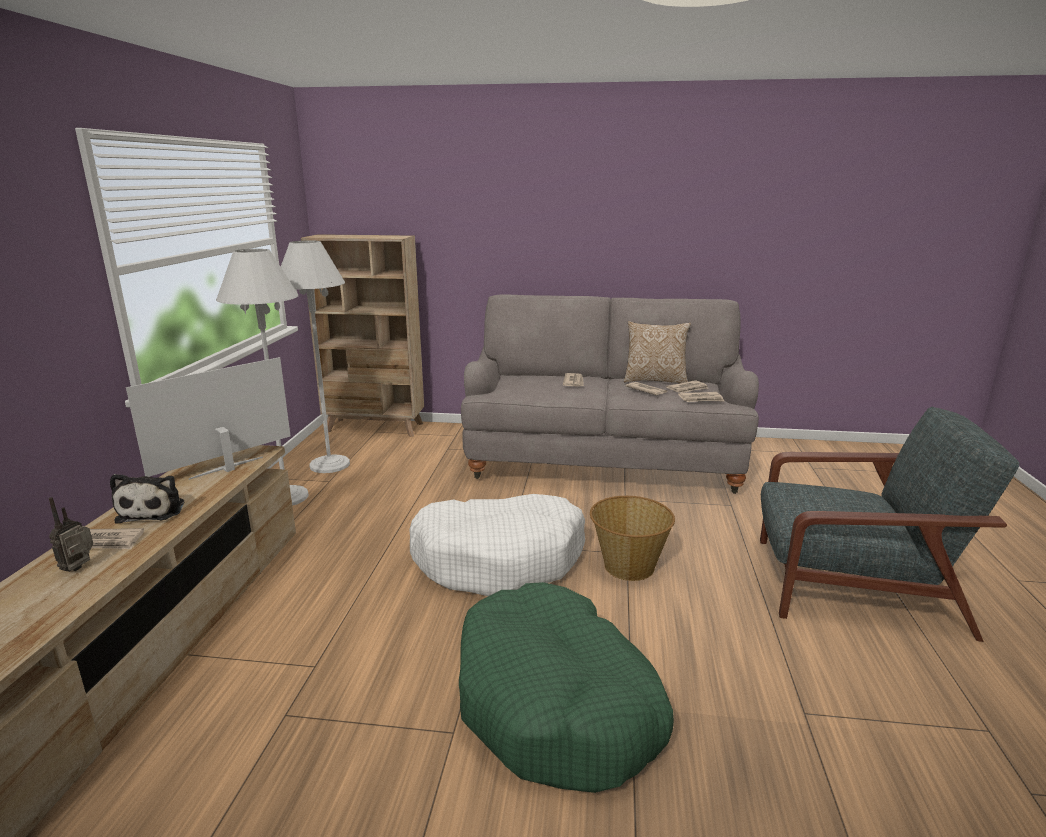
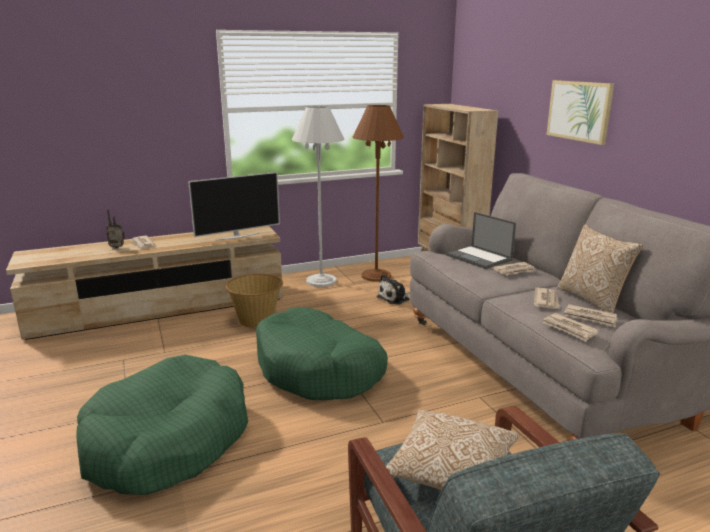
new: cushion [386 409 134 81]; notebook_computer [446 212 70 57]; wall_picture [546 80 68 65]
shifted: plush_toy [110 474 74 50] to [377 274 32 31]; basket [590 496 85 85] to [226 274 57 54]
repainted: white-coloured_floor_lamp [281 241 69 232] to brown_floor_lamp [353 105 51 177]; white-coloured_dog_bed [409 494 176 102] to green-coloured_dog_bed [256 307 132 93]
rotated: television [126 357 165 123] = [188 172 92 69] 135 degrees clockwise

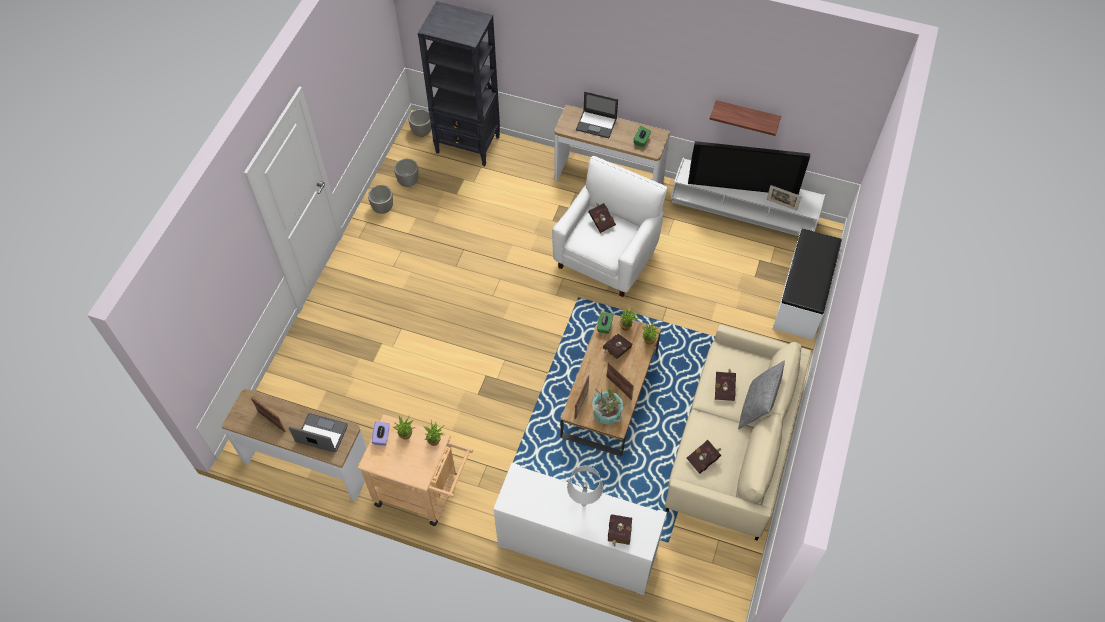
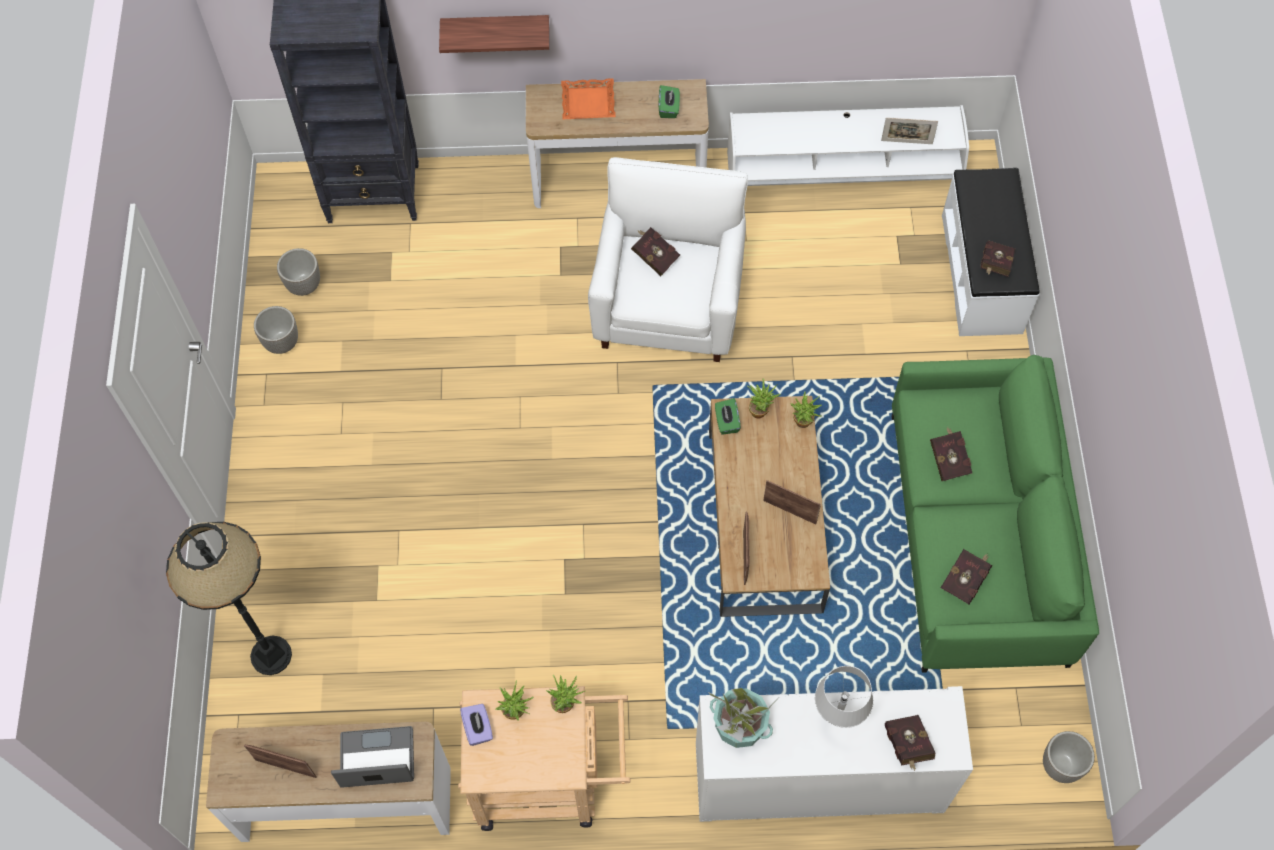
gone: television [688 141 122 54]; grey_cushion [738 361 47 68]
new: blackish_floor_lamp [166 522 126 153]
shifted: planter [408 109 23 28] to [1043 731 52 52]; potted_plant [591 388 37 37] to [708 688 68 60]; red-coloured_bound_book [603 334 30 25] to [981 240 34 37]; shelf [710 100 71 36] to [439 15 110 38]
swapped: notebook_computer [576 91 42 47] to orange_carrying_tray [561 78 55 41]
repainted: beige-coloured_sofa [665 325 146 216] to green-coloured_sofa [892 355 207 318]

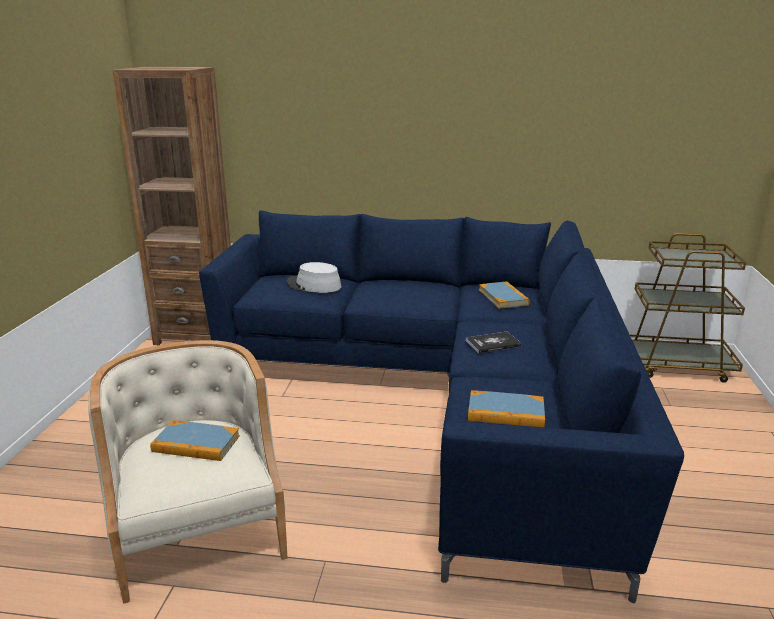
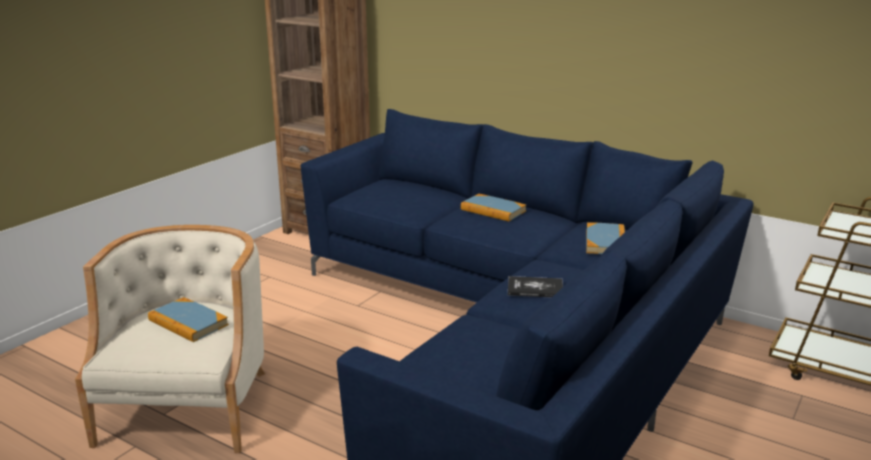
gone: grey_wearable_hat [287 262 55 31]
shifted: bound_book [468 390 77 37] to [461 194 65 27]

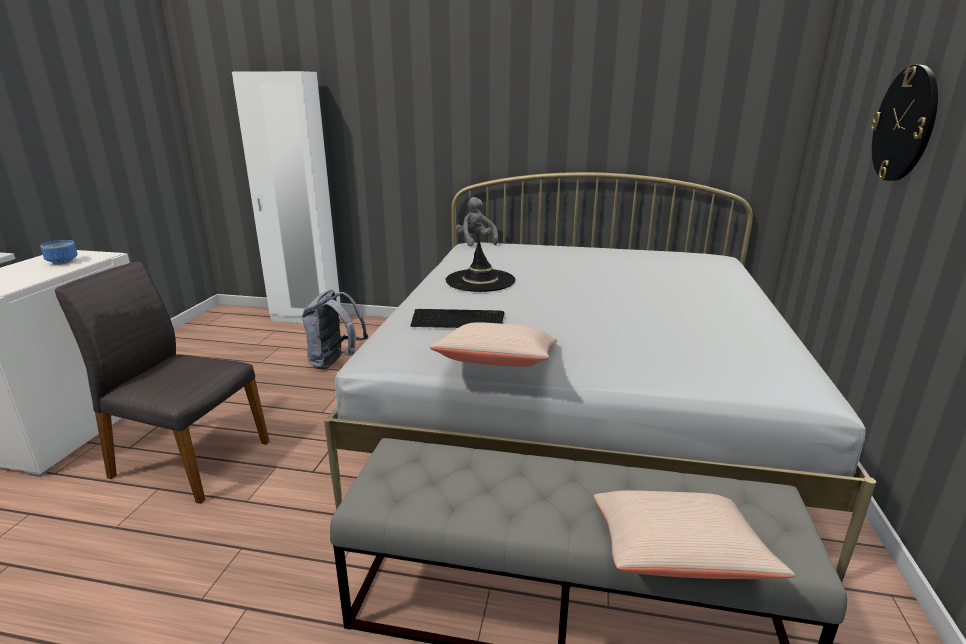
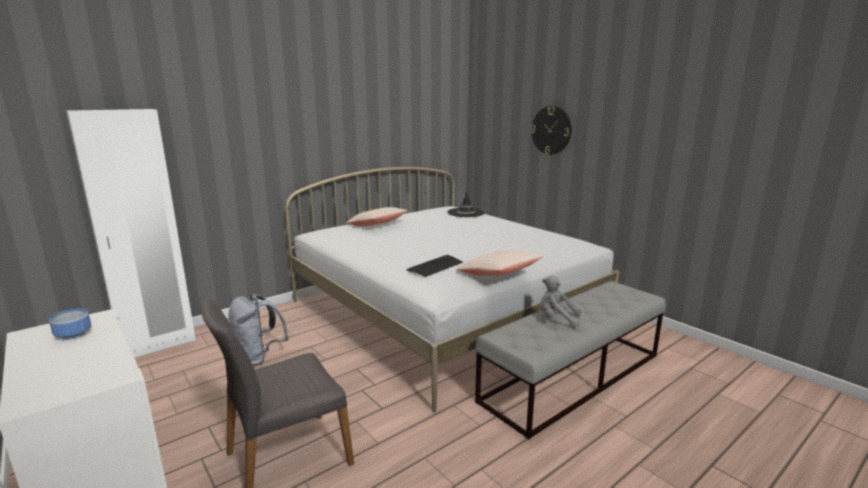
shifted: blackish_wearable_hat [446 240 69 52] to [448 191 37 26]; grey_plush_toy [455 197 43 49] to [540 275 41 52]; beige-coloured_cushion [593 490 202 89] to [346 207 62 19]

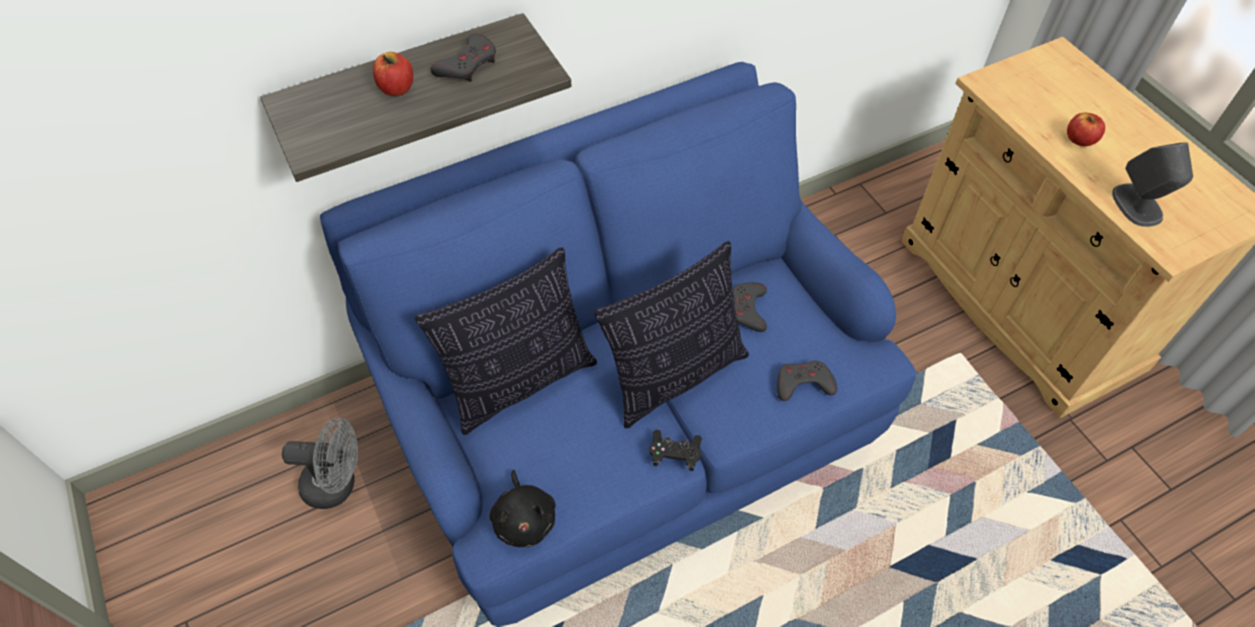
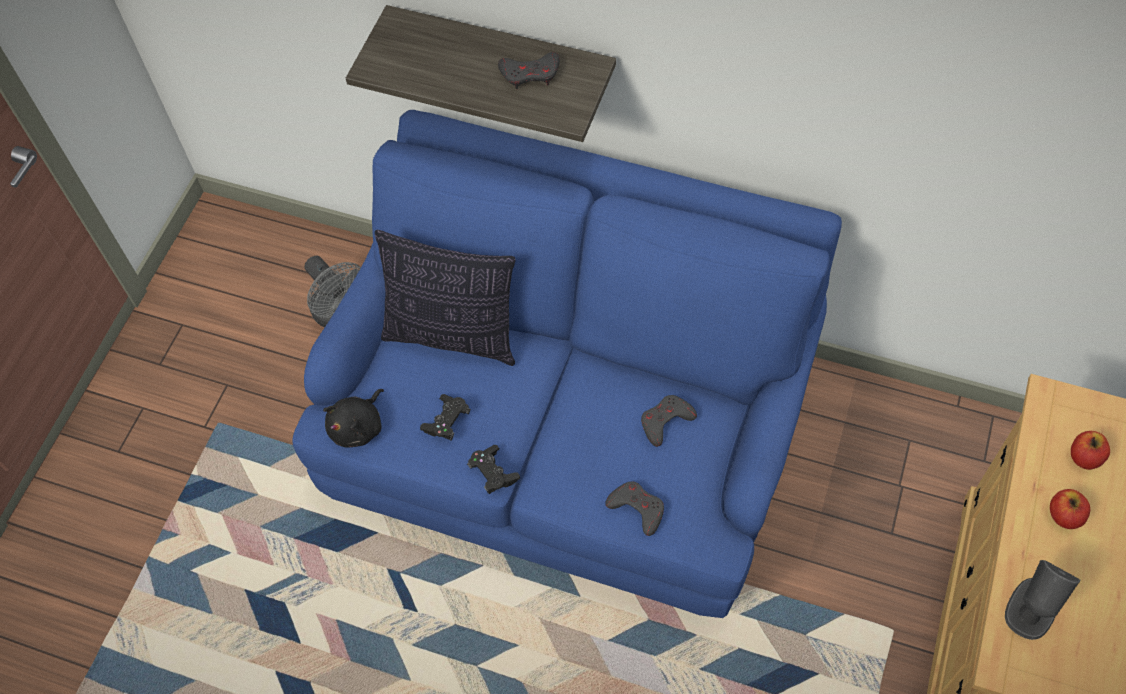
gone: cushion [594 241 155 188]
new: blackish_joypad [420 394 51 47]
shifted: apple_fruit [373 52 40 44] to [1071 431 39 39]

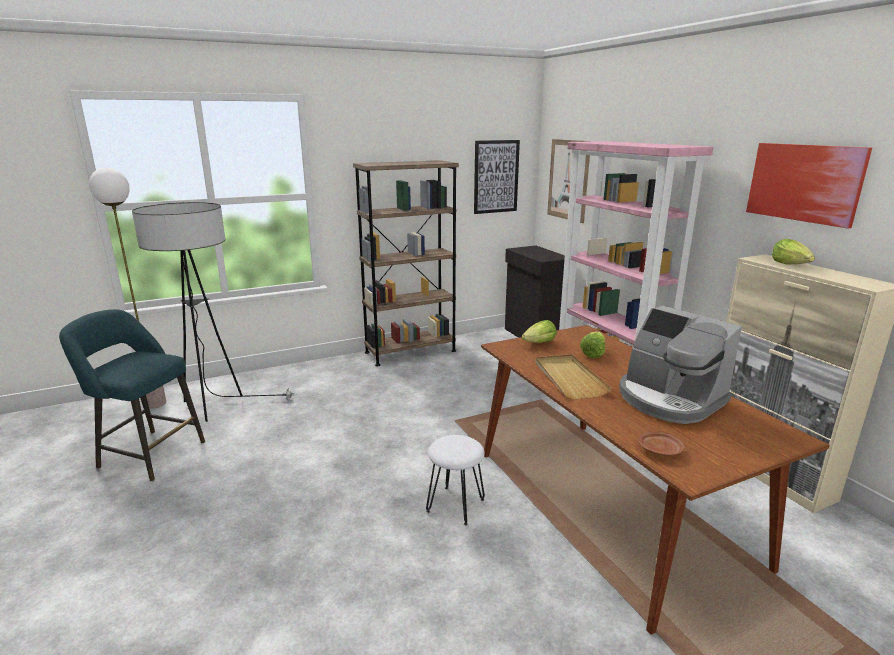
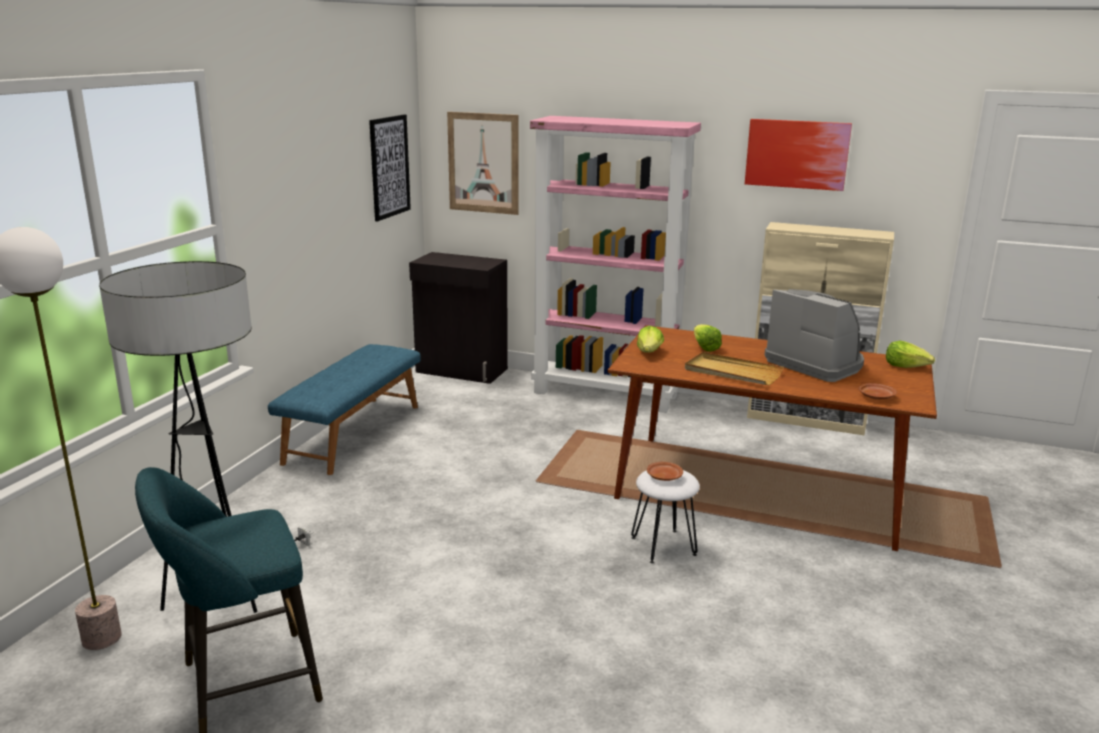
new: brown_plate [647 462 36 19]
shifted: lettuce_head [772 239 43 25] to [886 341 49 27]
swapped: brown_bookcase [353 160 106 206] to blue-coloured_long_seat [268 344 153 131]
rotated: coffee_machine [619 306 123 118] = [765 289 99 93] 135 degrees counterclockwise

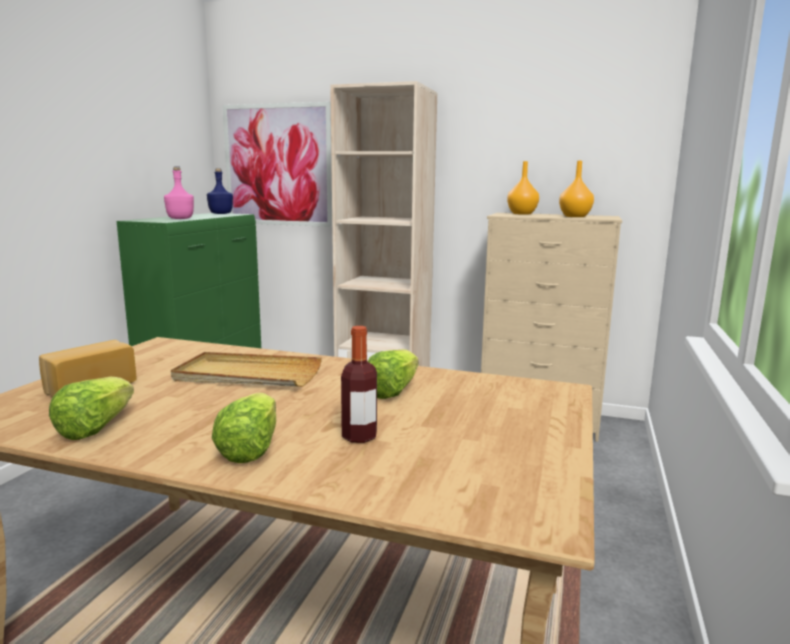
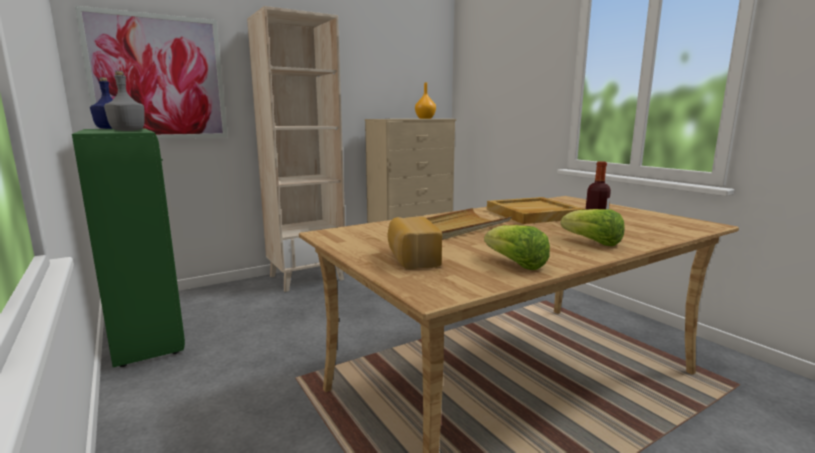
gone: orange_decorative_vase [507 161 32 54]
swapped: lettuce_head [367 349 52 50] to beige-coloured_carrying_tray [487 197 98 27]
repainted: pinkish_drink_bottle [164 166 30 53] to grey_drink_bottle [104 71 41 60]

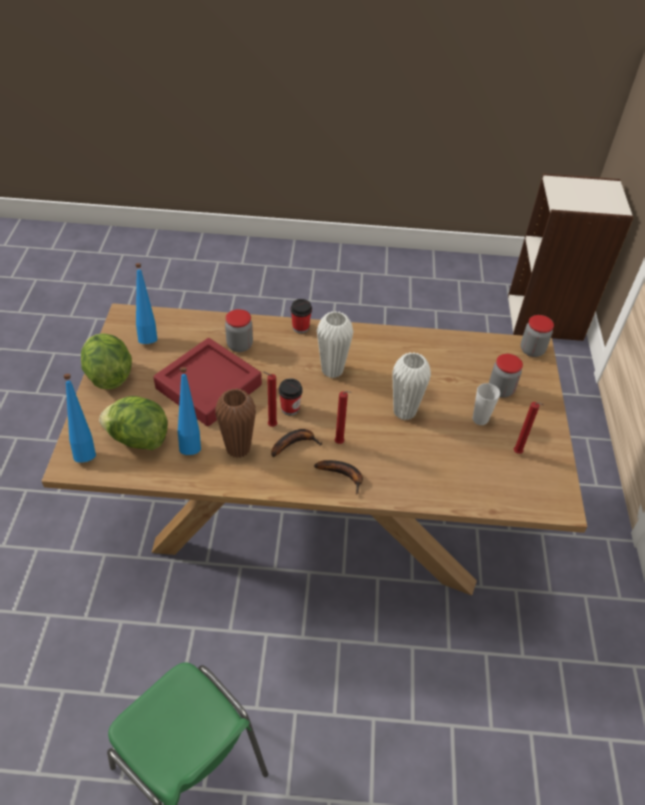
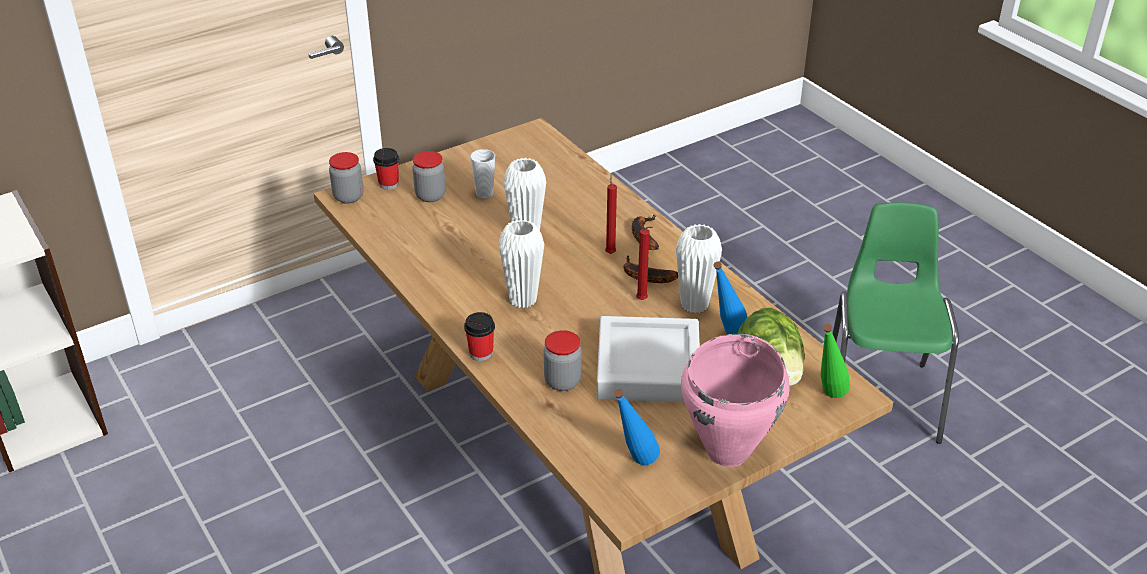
gone: red-coloured_candle [513 402 31 52]
shifted: cup [278 378 25 38] to [373 148 26 42]
swapped: lettuce_head [81 333 51 57] to pinkish_cooking_pot [681 334 109 133]
repainted: blue-coloured_drink_bottle [63 374 33 89] to green-coloured_drink_bottle [821 324 29 74]; red-coloured_carrying_tray [153 338 109 88] to grey_carrying_tray [597 316 103 86]; brown_decorative_vase [215 388 41 70] to white-coloured_decorative_vase [676 224 46 89]

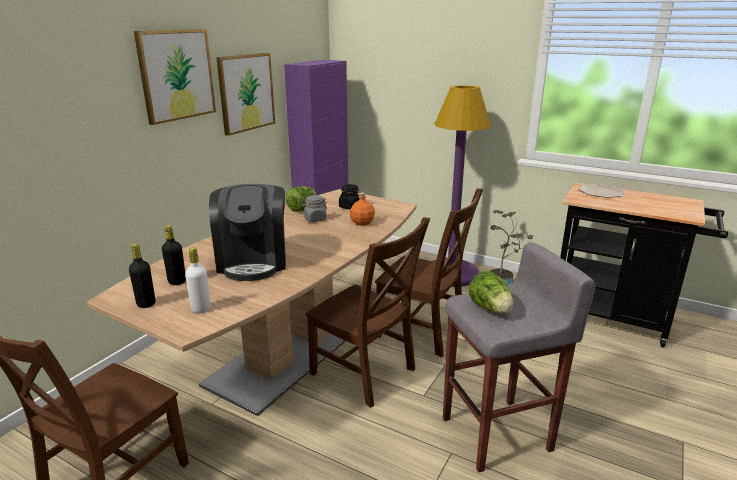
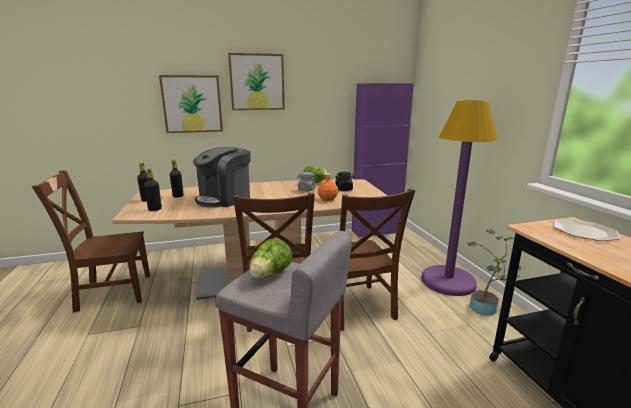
shifted: wall_picture [216 53 59 83] to [159 75 64 58]
repainted: white-coloured_drink_bottle [185 248 26 65] to blackish_drink_bottle [144 169 18 42]

